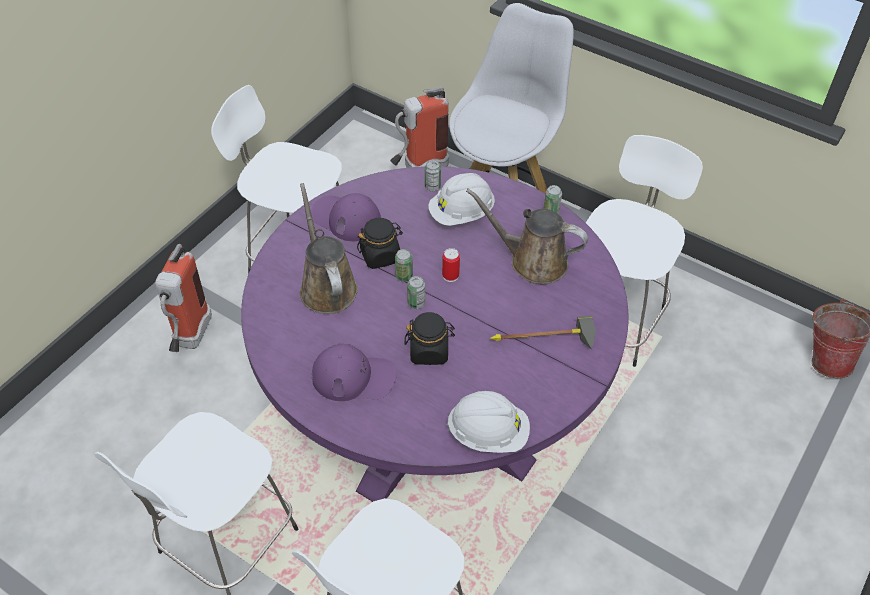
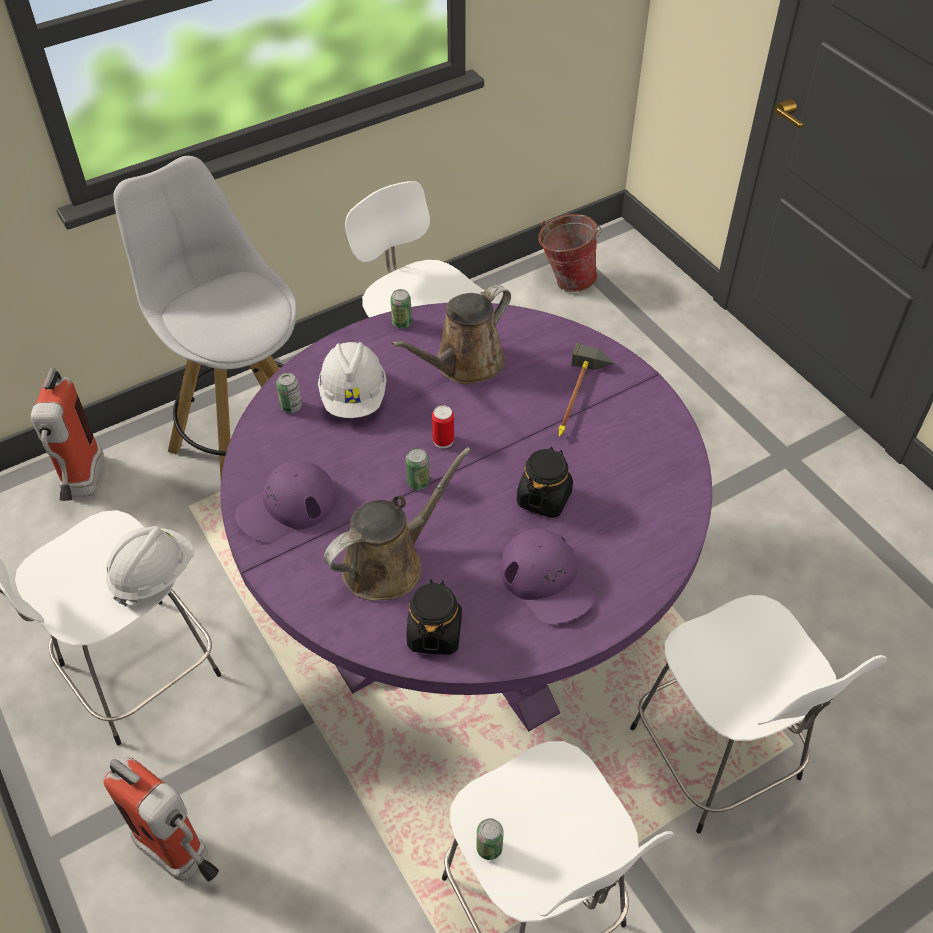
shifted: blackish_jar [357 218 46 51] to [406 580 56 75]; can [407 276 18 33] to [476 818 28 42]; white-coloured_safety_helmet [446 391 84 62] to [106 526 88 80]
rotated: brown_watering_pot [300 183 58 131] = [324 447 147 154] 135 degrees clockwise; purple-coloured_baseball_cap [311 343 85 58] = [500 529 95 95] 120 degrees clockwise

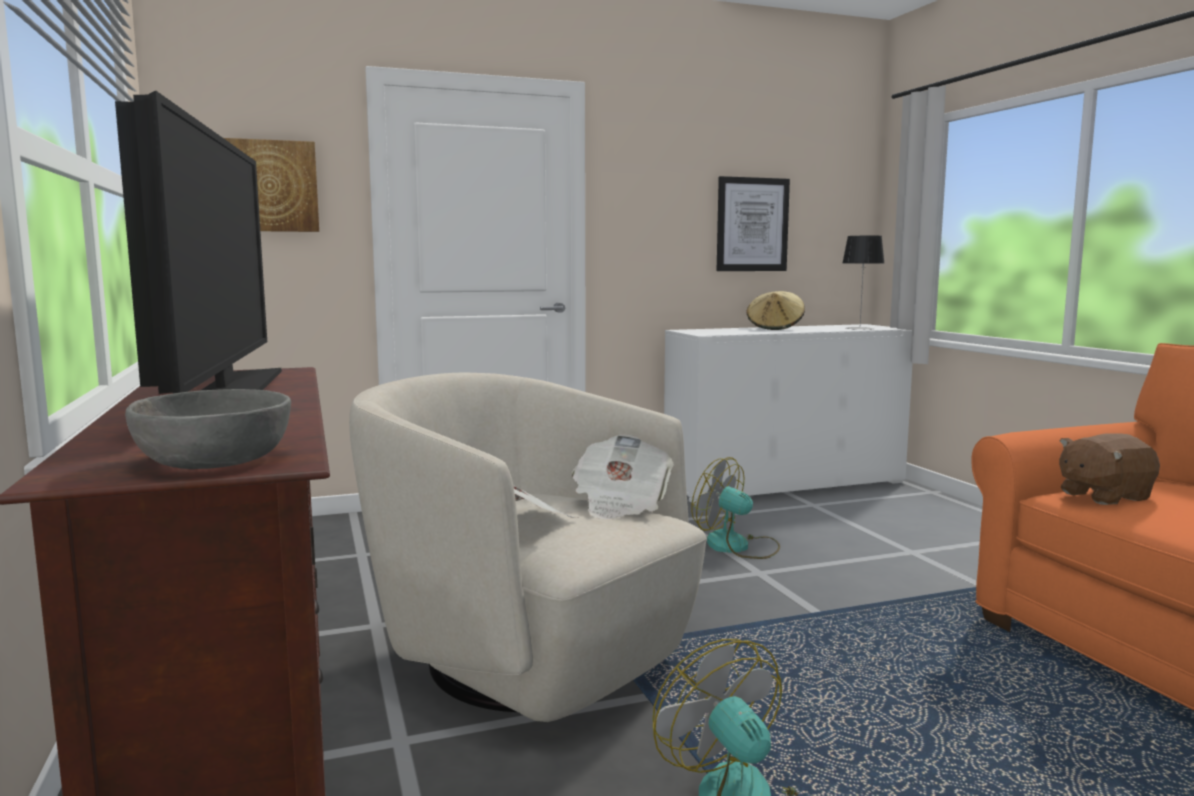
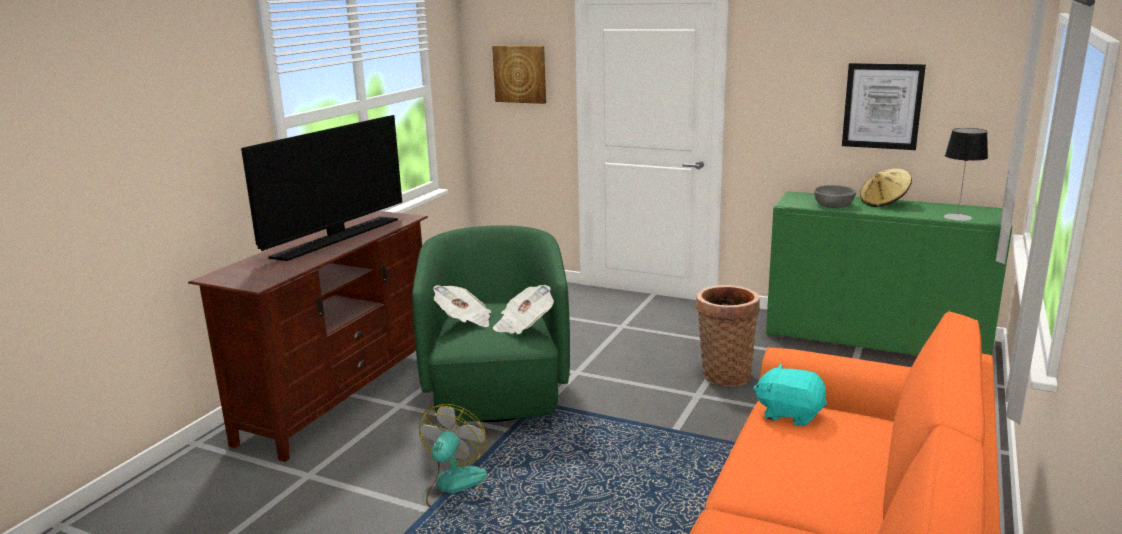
shifted: grey_bowl [125 389 166 80] to [814 185 42 23]
swapped: fan [691 457 89 102] to basket [696 285 64 102]
repainted: beige-coloured_easy_chair [349 373 358 349] to green-coloured_easy_chair [412 225 158 197]; white-coloured_storage_cabinet [664 324 249 180] to green-coloured_storage_cabinet [766 191 246 165]; brown_plush_toy [1059 433 101 72] to blue-green_plush_toy [753 364 74 62]

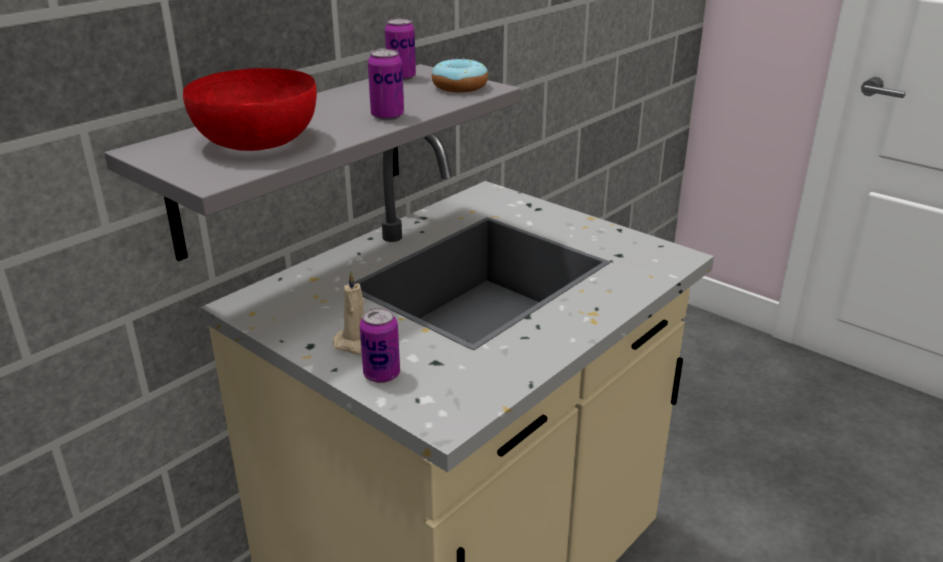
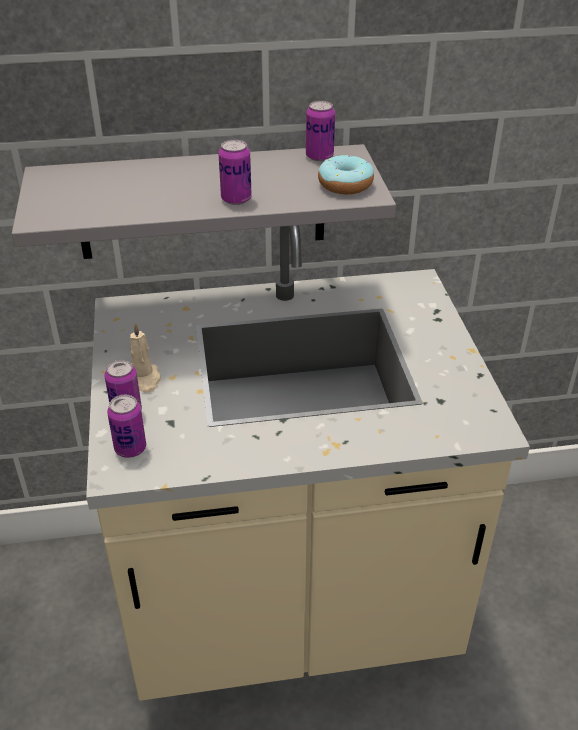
gone: red-coloured_bowl [183 68 134 83]
new: can [107 395 39 63]

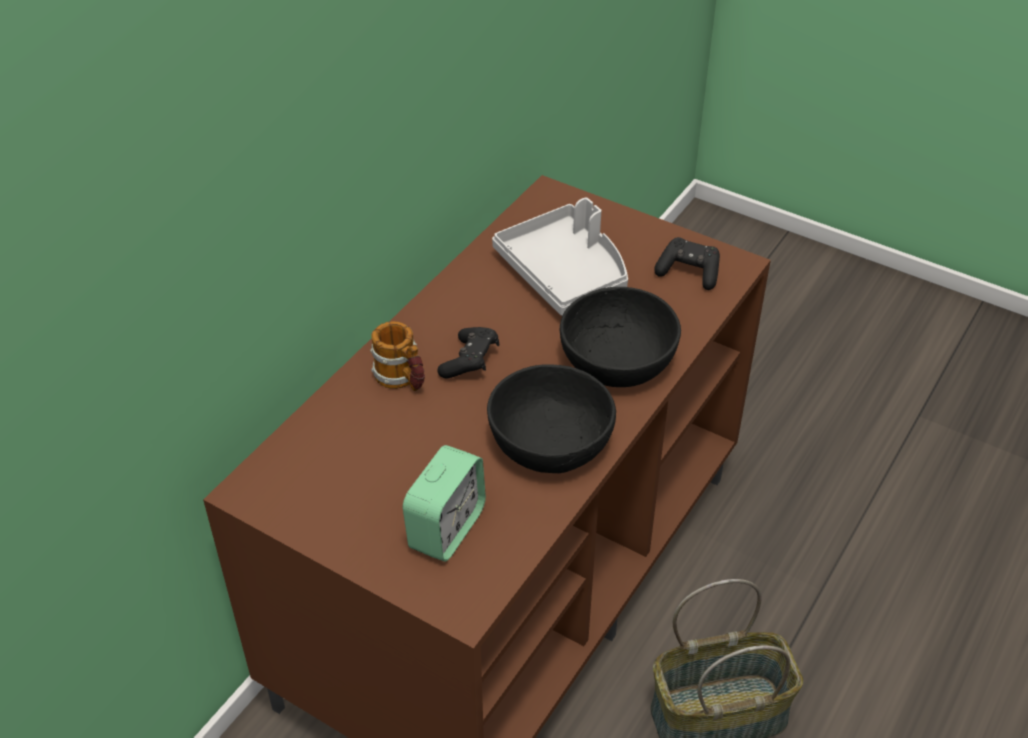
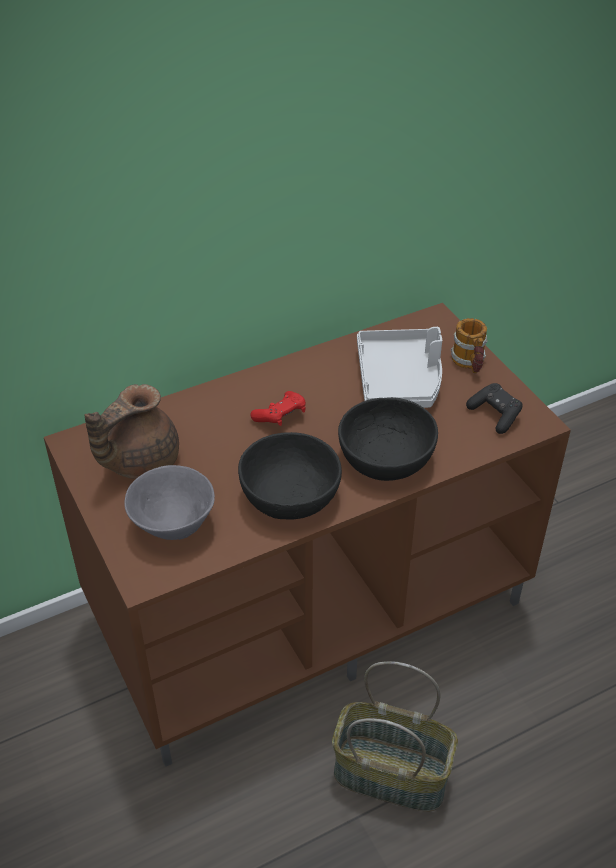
new: brown_teapot [84 384 95 95]
shifted: coffee_mug [370 321 55 70] to [451 318 37 55]
swapped: alarm_clock [403 445 83 117] to grey_bowl [124 465 91 75]
repainted: blackish_joypad [437 327 62 52] to red-coloured_joypad [250 391 56 35]

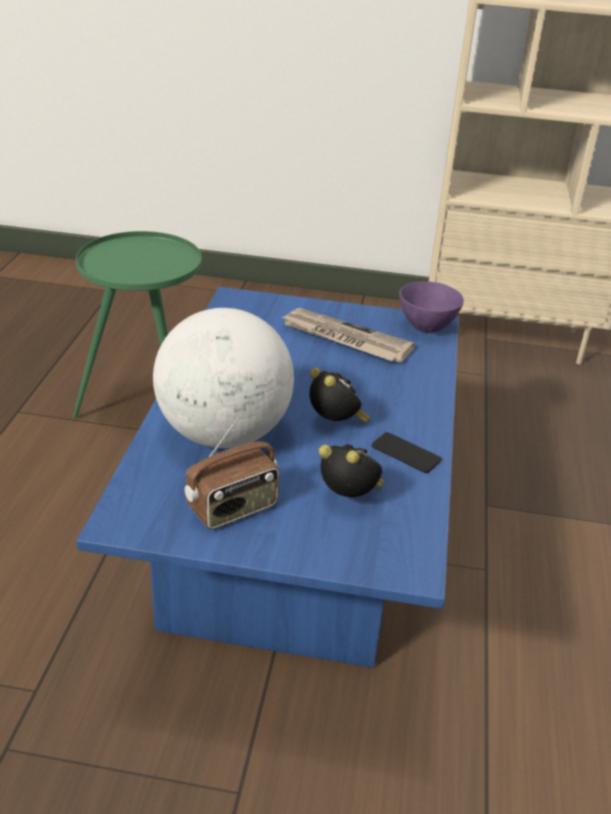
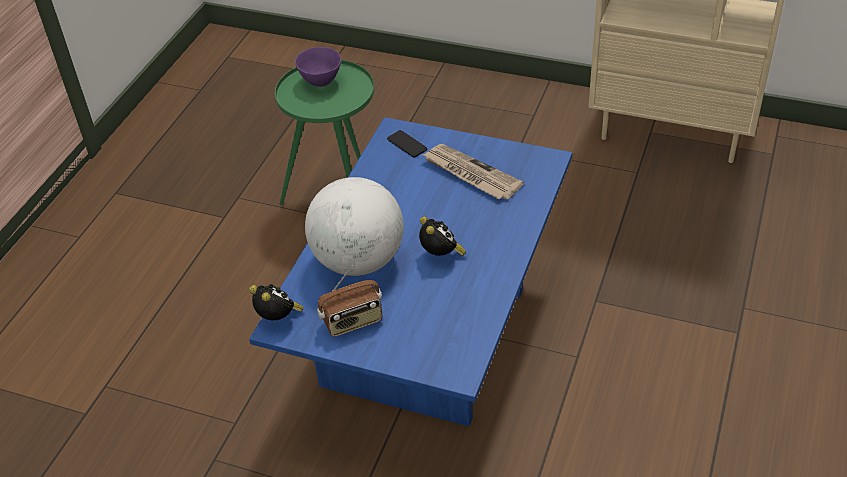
shifted: alarm_clock [319 444 65 53] to [249 284 55 36]; phone [371 432 71 41] to [387 130 40 28]; purple-coloured_bowl [399 281 65 52] to [295 47 46 40]

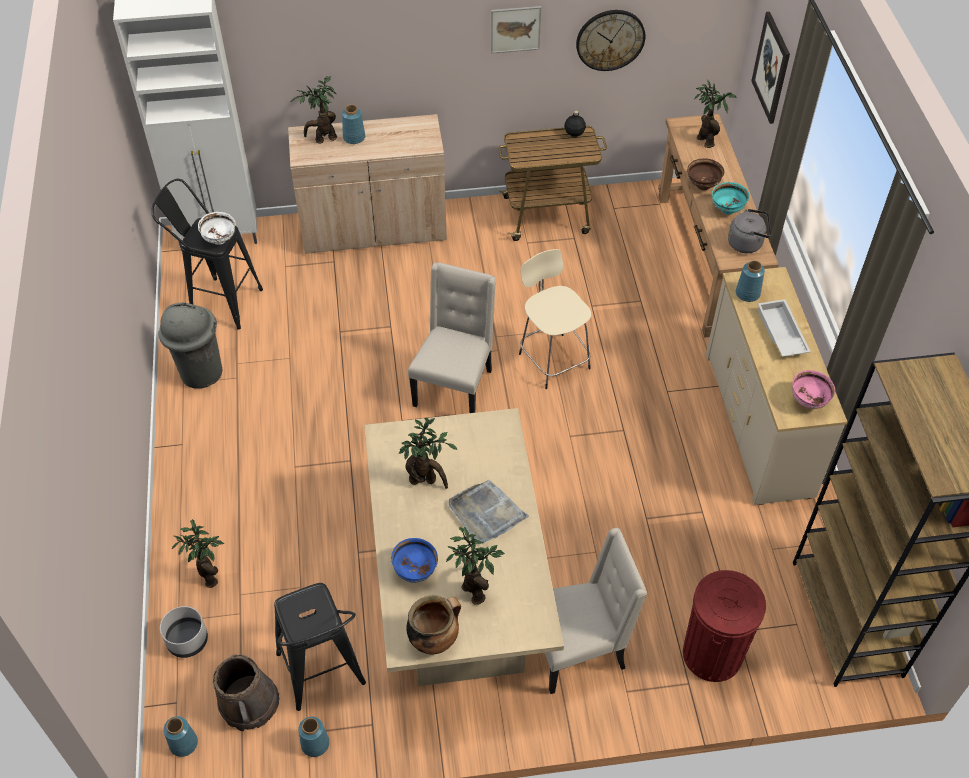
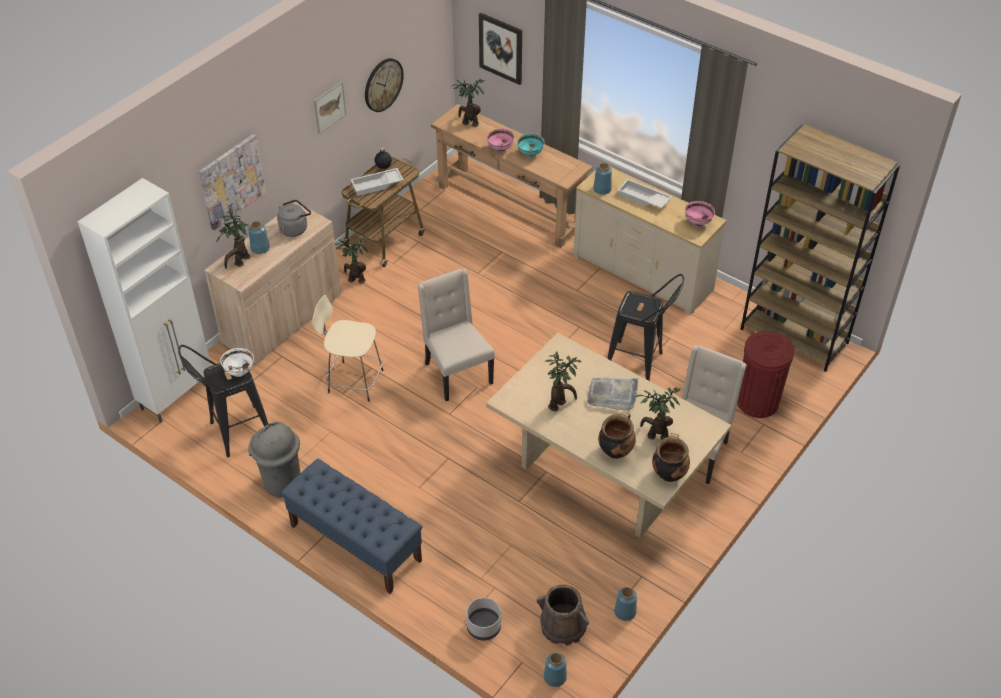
new: wall_picture [199 134 67 97]; blue-coloured_long_seat [281 459 141 135]; white-coloured_carrying_tray [350 168 54 28]
shifted: potted_plant [172 519 52 69] to [335 238 33 46]; blackish_stool_seat [274 583 92 128] to [607 274 77 107]; beige-coloured_stool_seat [519 249 72 140] to [312 295 72 107]; grey_kettle [728 209 43 44] to [277 200 34 37]
swapped: blue-coloured_bowl [391 538 47 45] to cooking_pot [598 411 38 48]
repainted: brown_bowl [687 158 37 32] to pinkish_bowl [487 128 27 24]

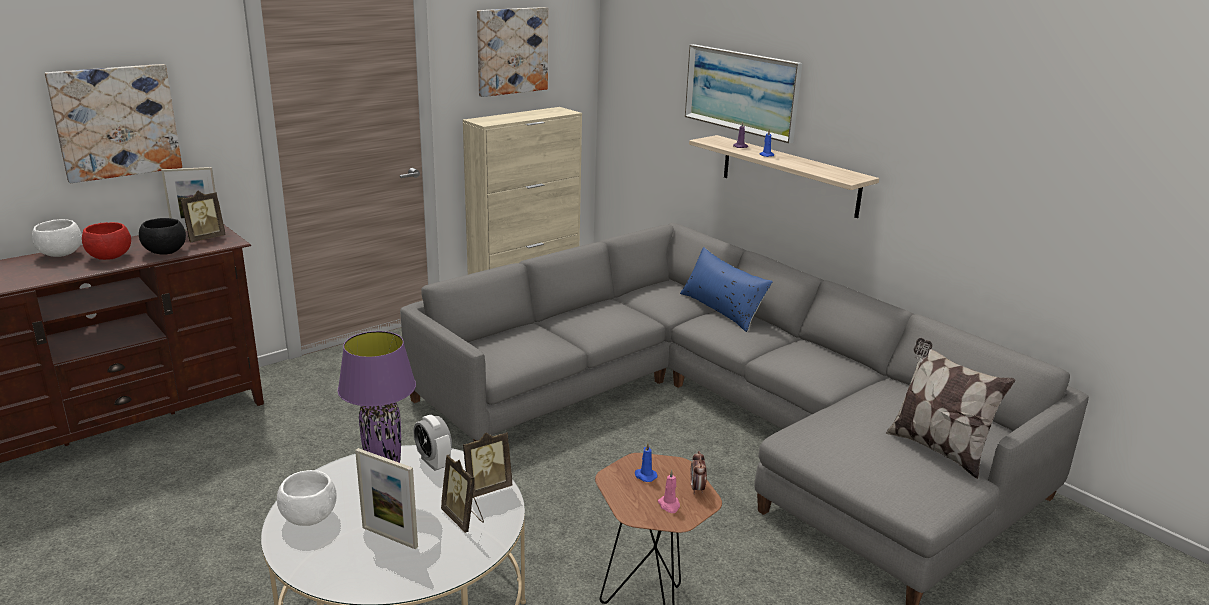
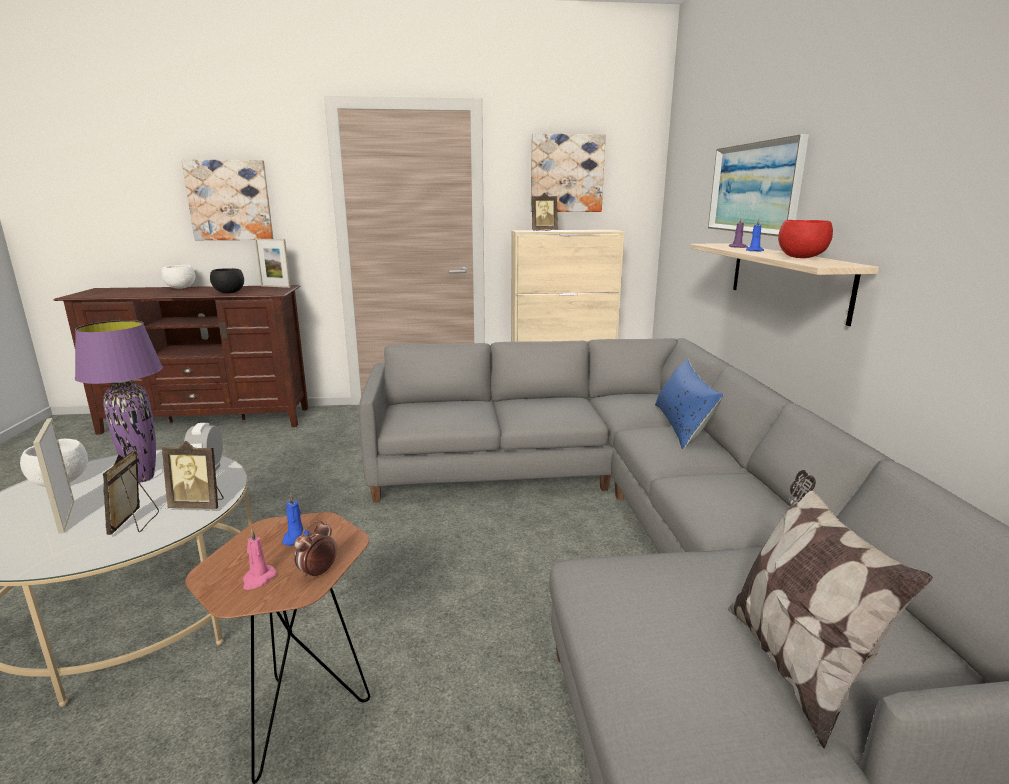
shifted: red-coloured_bowl [82 222 49 38] to [778 220 55 38]; photo_frame [180 191 46 51] to [532 192 26 39]

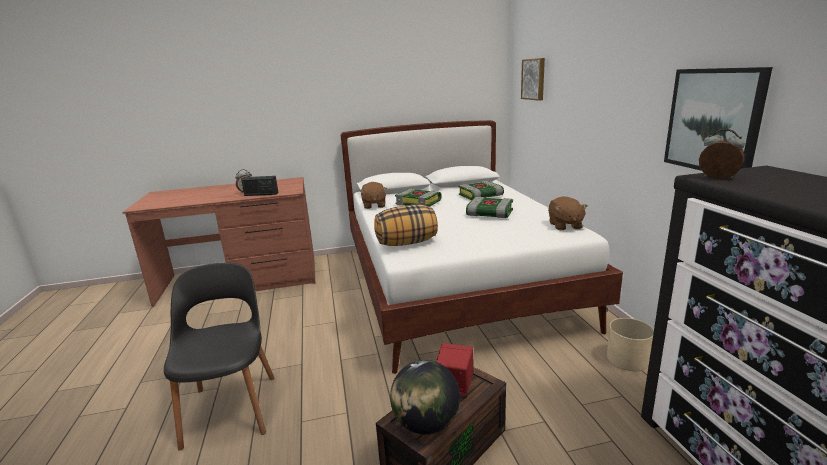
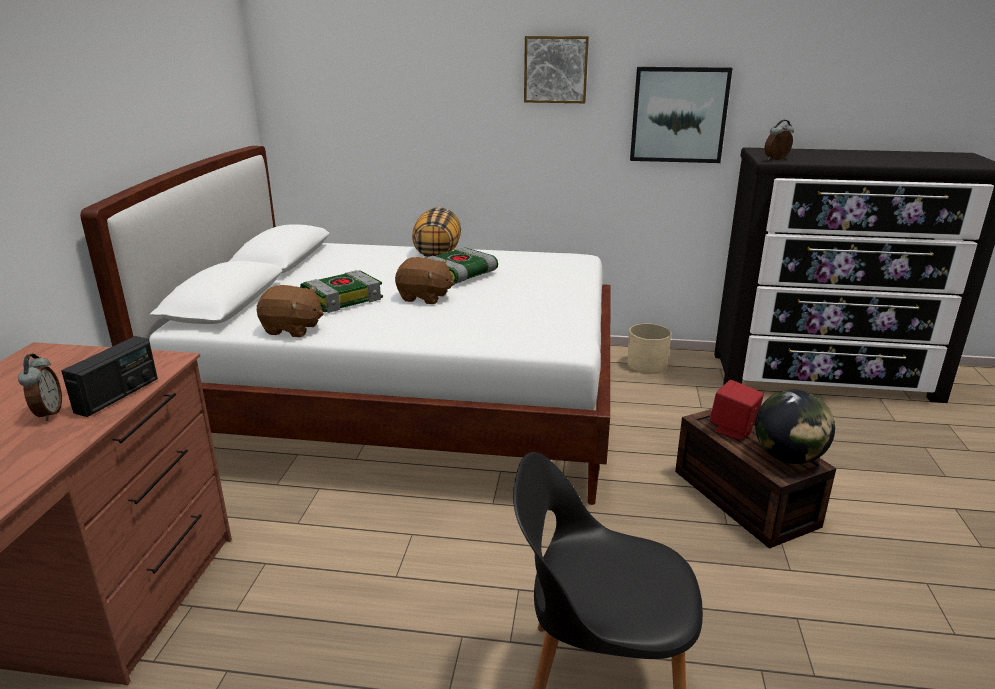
gone: bound_book [459 181 45 19]
shifted: cushion [374 205 64 41] to [412 207 49 50]; wall_picture [521 58 24 43] to [524 36 65 67]; brown_plush_toy [548 196 40 34] to [395 257 60 47]

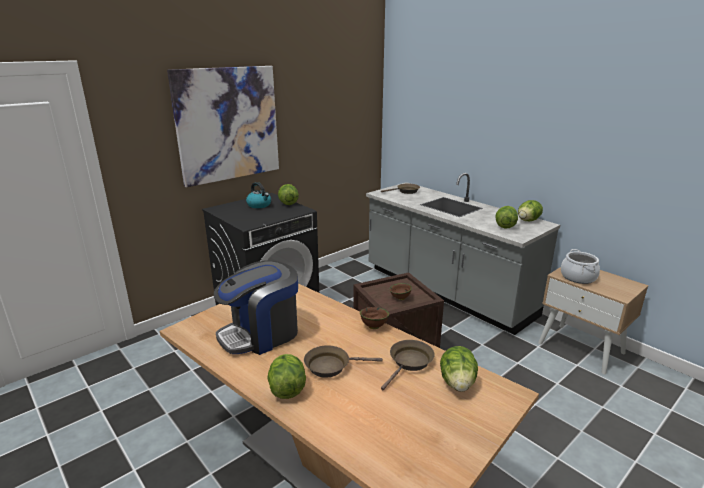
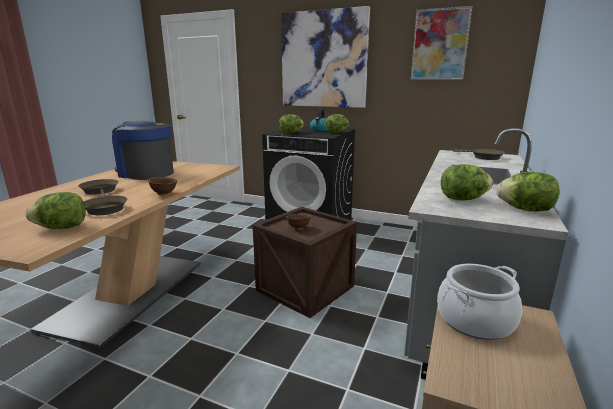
new: wall_picture [411 6 61 74]
shifted: lettuce_head [267 354 39 45] to [279 114 25 20]

